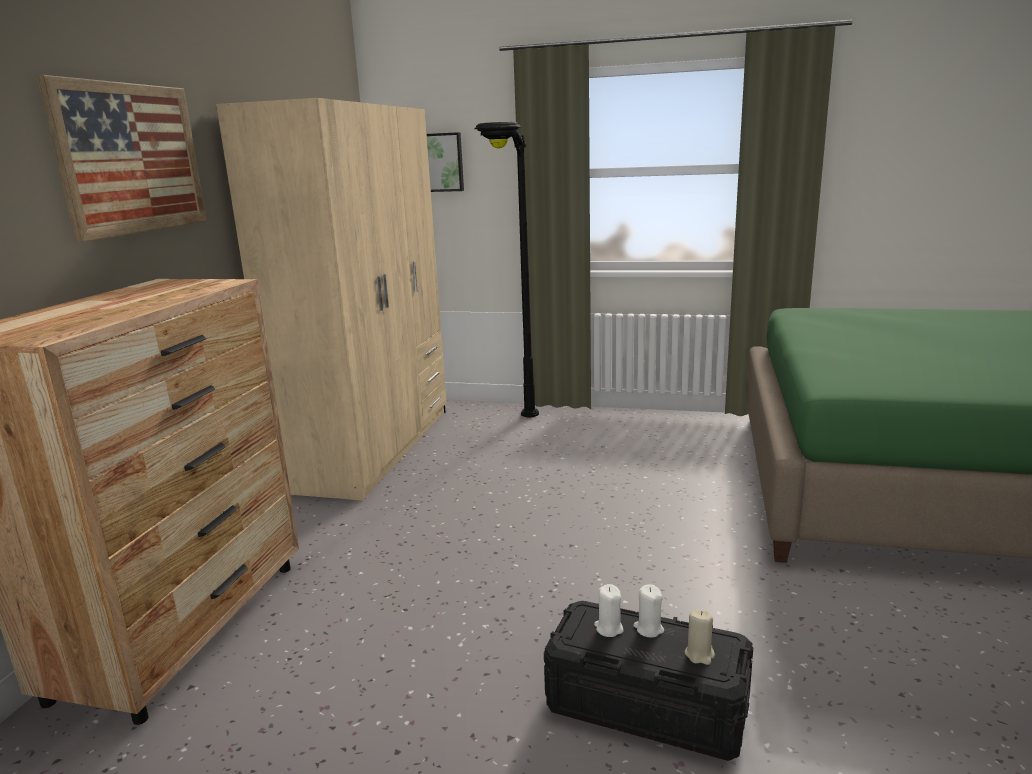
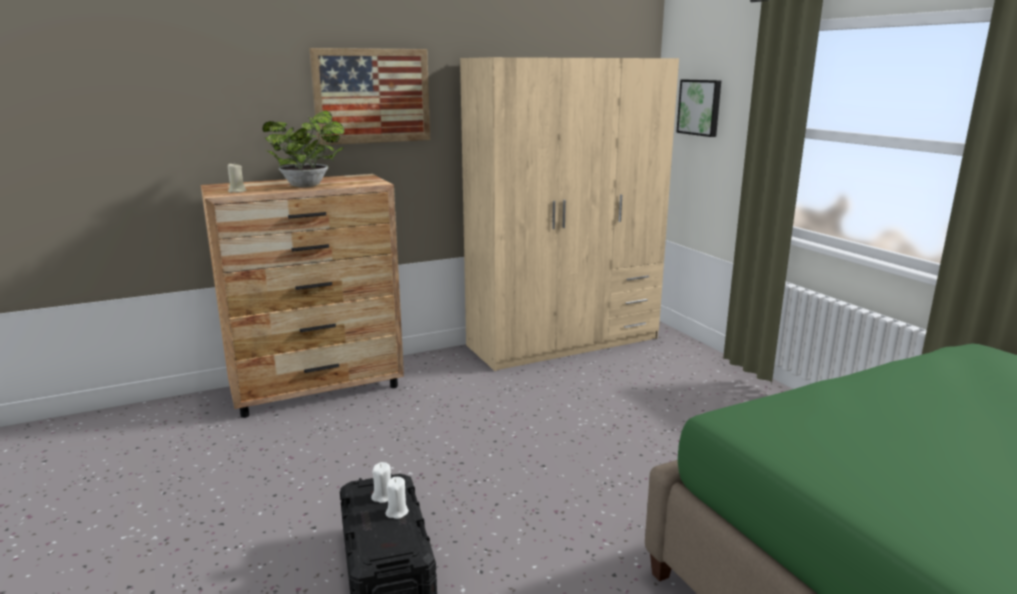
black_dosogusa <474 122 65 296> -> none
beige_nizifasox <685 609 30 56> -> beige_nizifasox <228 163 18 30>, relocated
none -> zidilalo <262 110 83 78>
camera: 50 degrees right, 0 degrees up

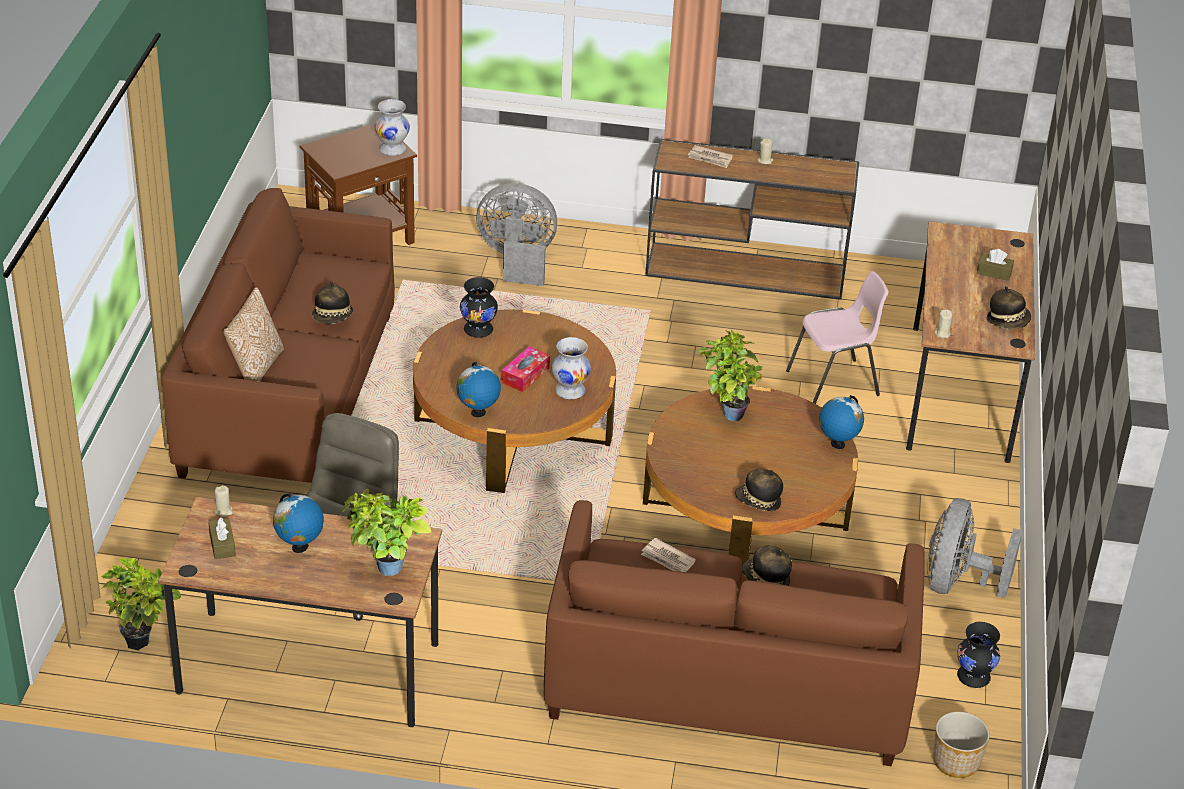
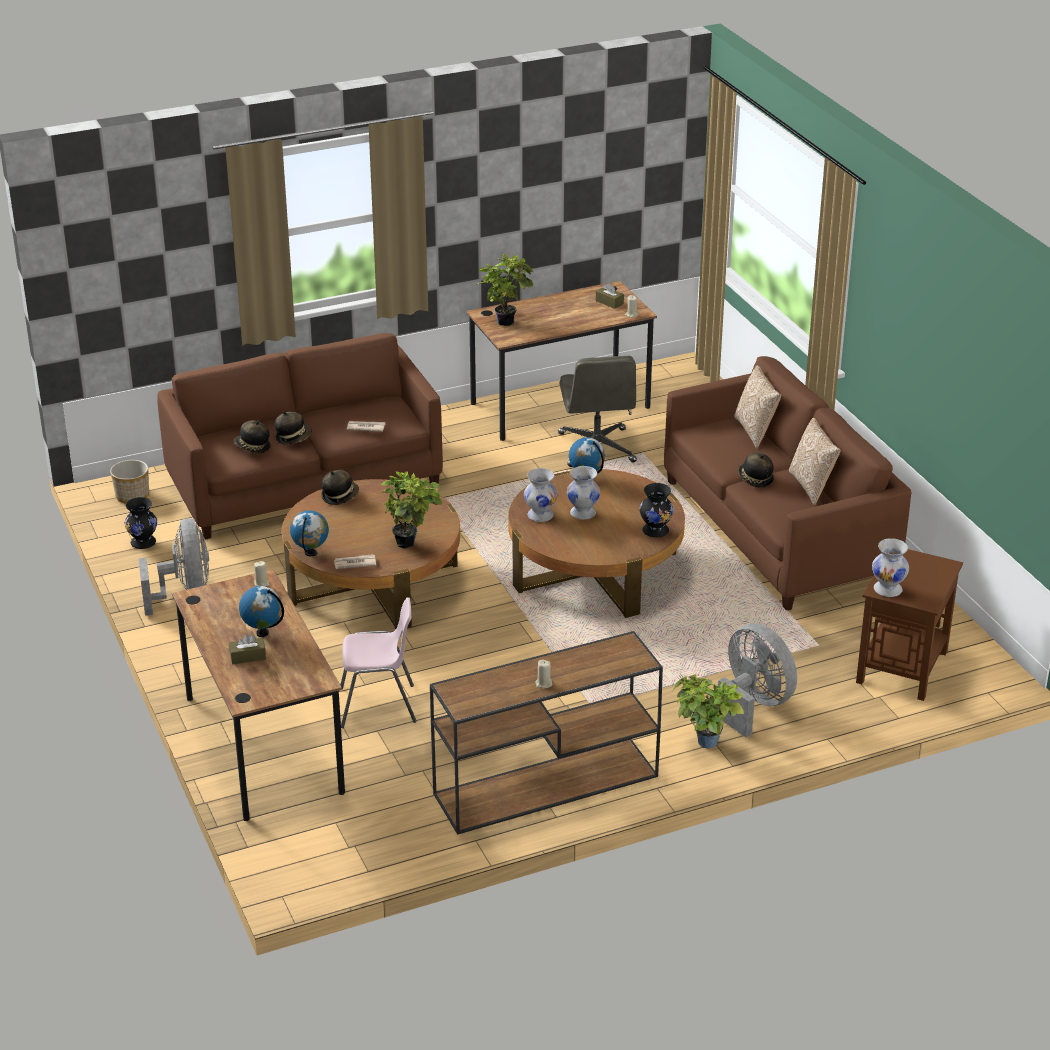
zidilalo <101 557 80 93> -> zidilalo <673 674 71 74>, relocated
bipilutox <273 493 51 60> -> bipilutox <239 586 45 51>, relocated
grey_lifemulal <476 183 81 103> -> grey_lifemulal <718 623 79 114>, 105 degrees counterclockwise
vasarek <502 346 48 46> -> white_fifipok <567 466 33 54>
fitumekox <688 145 45 23> -> fitumekox <334 554 42 15>, relocated
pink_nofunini <786 271 103 133> -> pink_nofunini <340 597 77 131>, 135 degrees counterclockwise
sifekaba <987 286 44 43> -> sifekaba <234 420 37 33>, relocated
none -> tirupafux <789 418 52 87>
camera: 150 degrees right, 5 degrees down

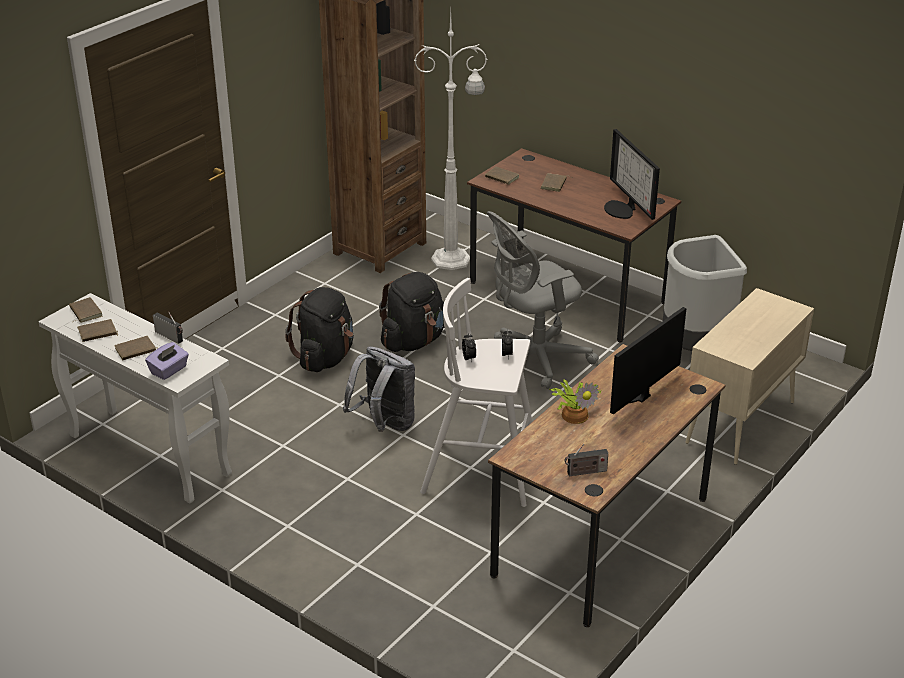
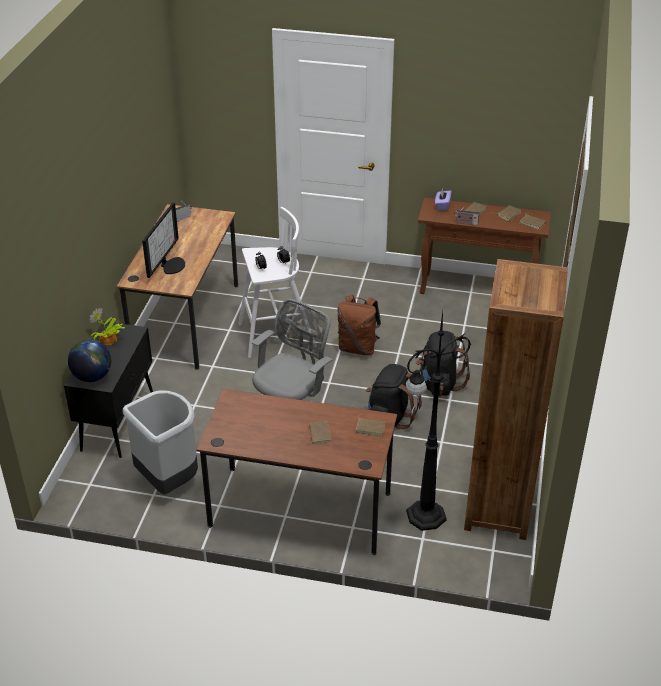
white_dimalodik <38 293 194 210> -> brown_dimalodik <418 198 133 96>
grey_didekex <343 346 72 86> -> brown_didekex <337 295 44 60>
white_dosogusa <414 9 73 261> -> black_dosogusa <406 312 65 219>
zidilalo <549 379 53 45> -> zidilalo <89 307 36 38>, relocated
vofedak <604 129 56 91> -> none
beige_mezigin <685 288 129 177> -> black_mezigin <64 321 89 137>
none -> bipilutox <68 339 43 43>
camera: 155 degrees right, 5 degrees up

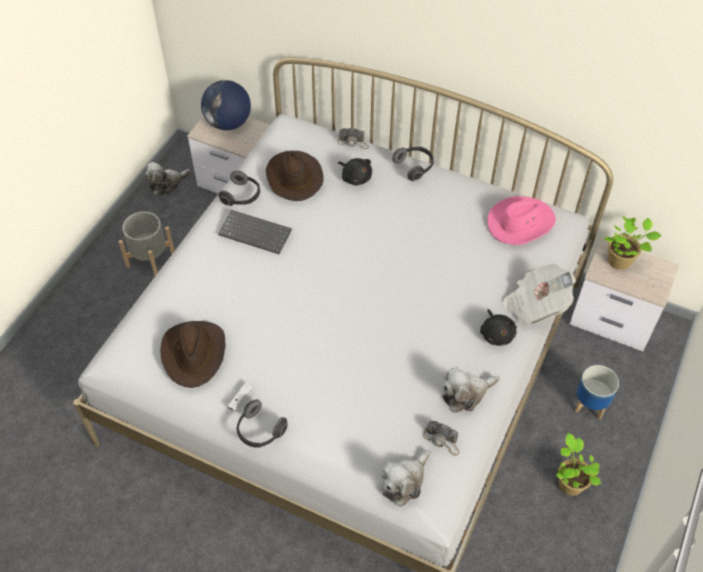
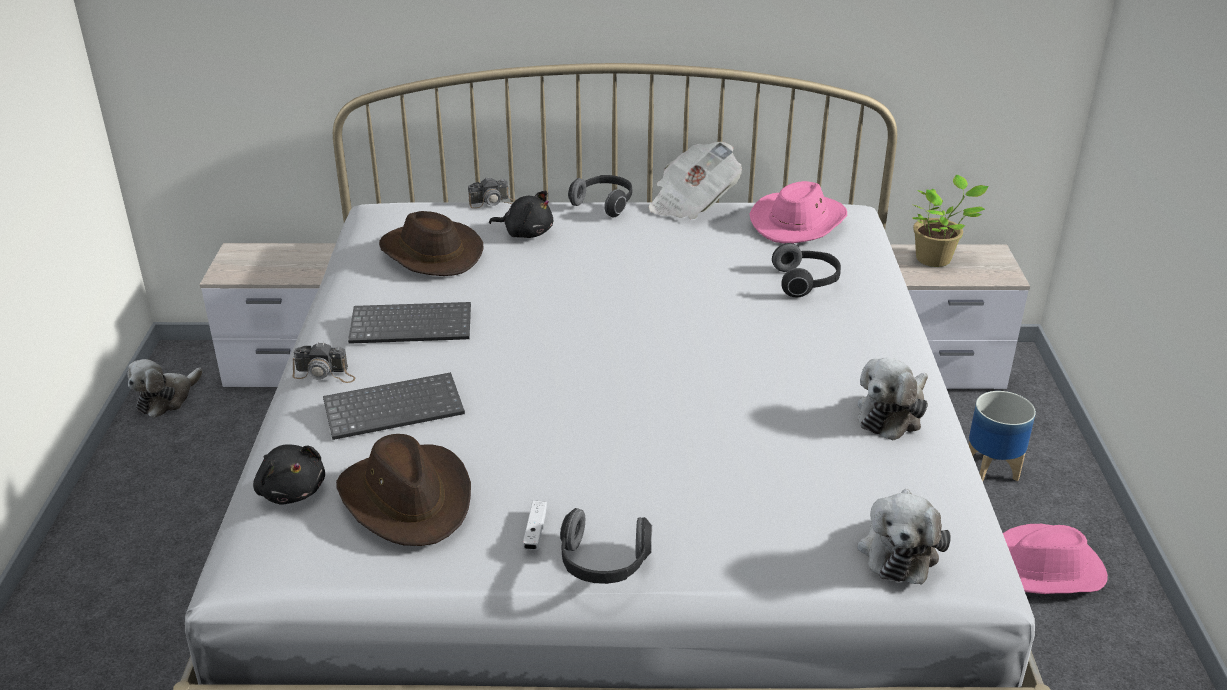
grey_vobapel <119 211 56 65> -> none
bipilutox <201 80 50 50> -> none
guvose <218 171 42 35> -> guvose <772 243 69 54>, relocated
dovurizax <423 420 36 36> -> dovurizax <293 342 62 41>, relocated
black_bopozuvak <480 309 37 37> -> black_bopozuvak <253 444 72 61>, relocated
fitumekox <503 263 73 63> -> fitumekox <648 142 94 77>, relocated
zidilalo <556 433 45 63> -> pink_sifekaba <1003 524 105 70>
none -> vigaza <323 372 142 68>
camera: 25 degrees left, 20 degrees down

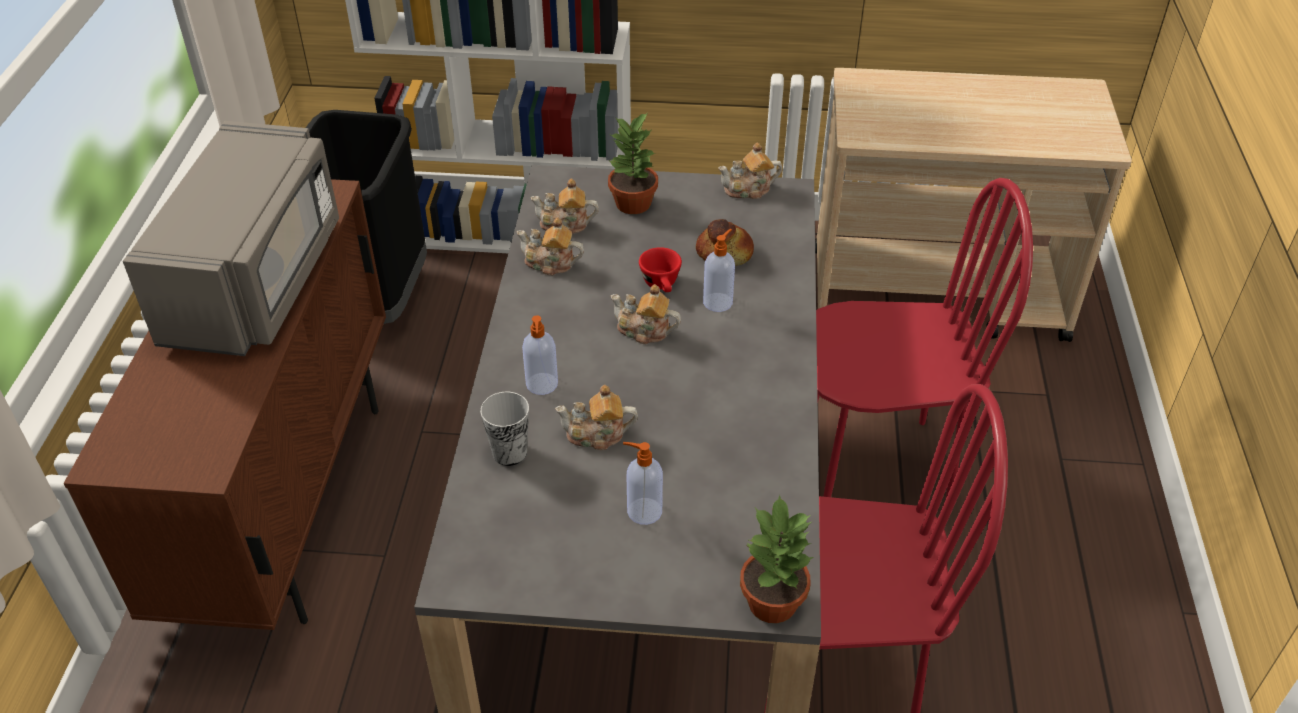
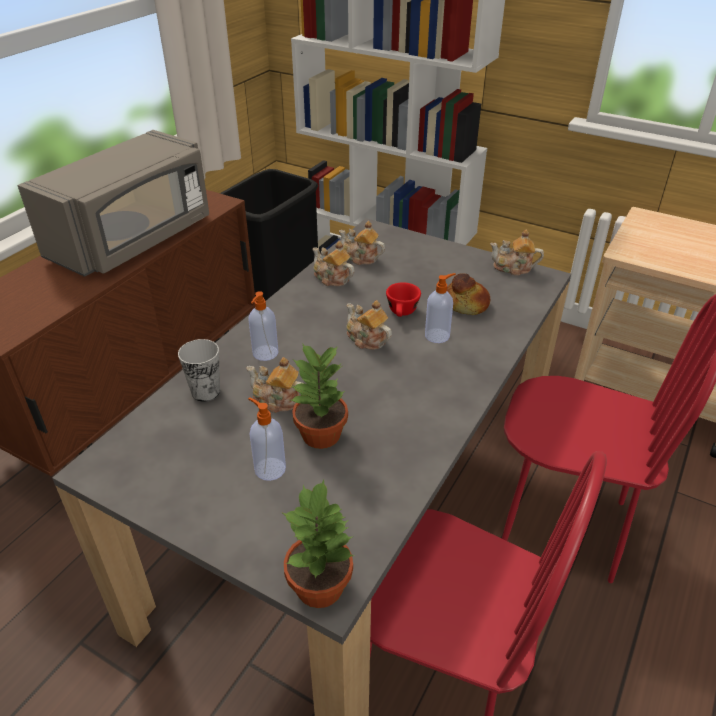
zidilalo <608 112 50 102> -> zidilalo <291 343 57 106>, relocated
camera: 25 degrees right, 5 degrees down

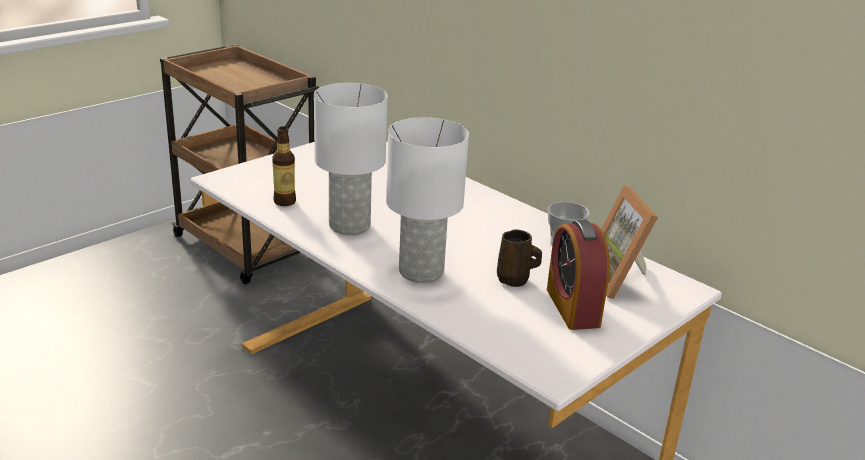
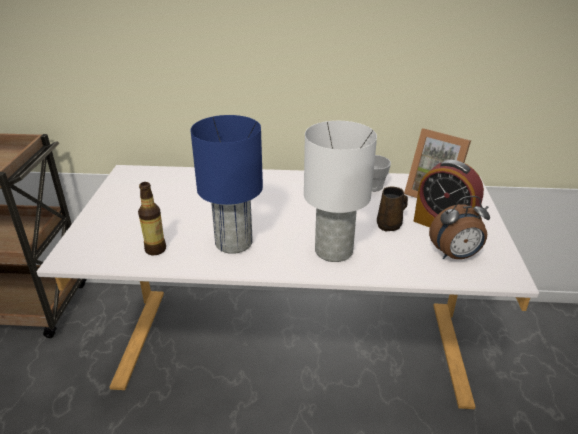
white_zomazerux <314 83 74 152> -> blue_zomazerux <190 115 73 139>
none -> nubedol <429 196 61 63>
camera: 40 degrees left, 5 degrees up

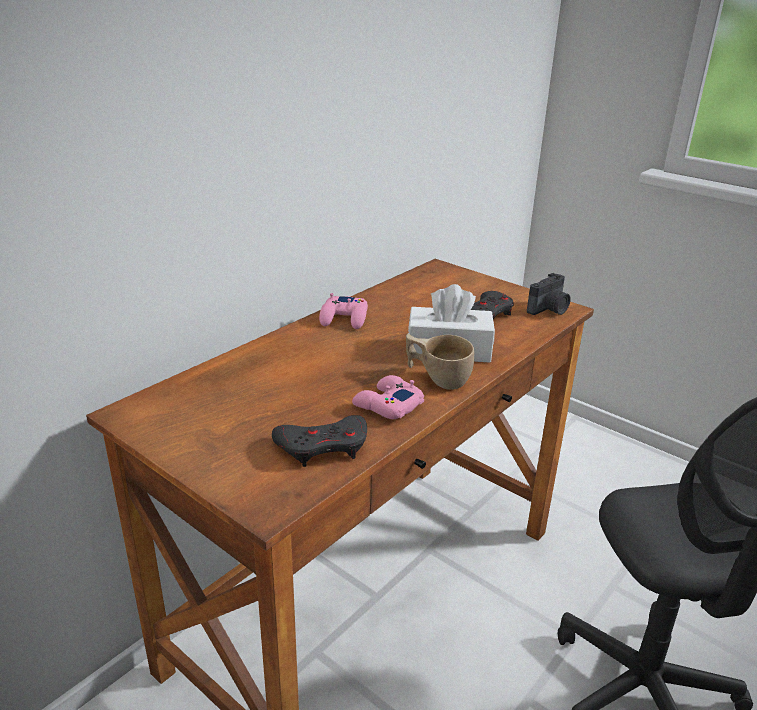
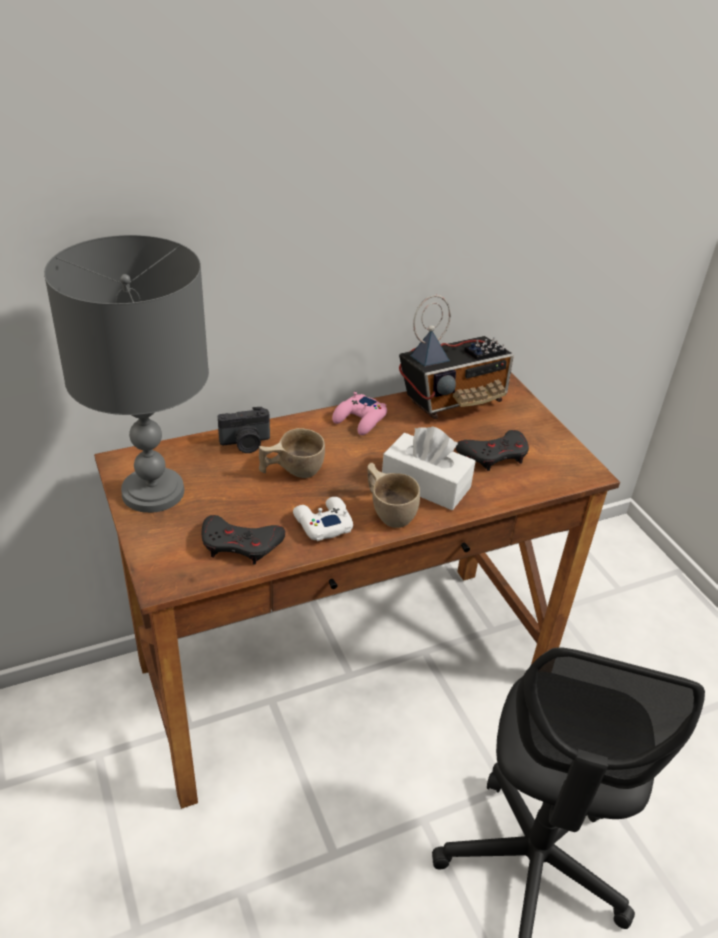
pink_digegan <352 375 72 44> -> white_digegan <293 497 60 44>
dovurizax <527 273 44 42> -> dovurizax <218 407 52 46>, relocated
none -> grey_zomazerux <44 235 165 278>
none -> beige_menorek <259 428 66 50>
none -> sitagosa <399 295 115 124>
camera: 25 degrees right, 10 degrees up

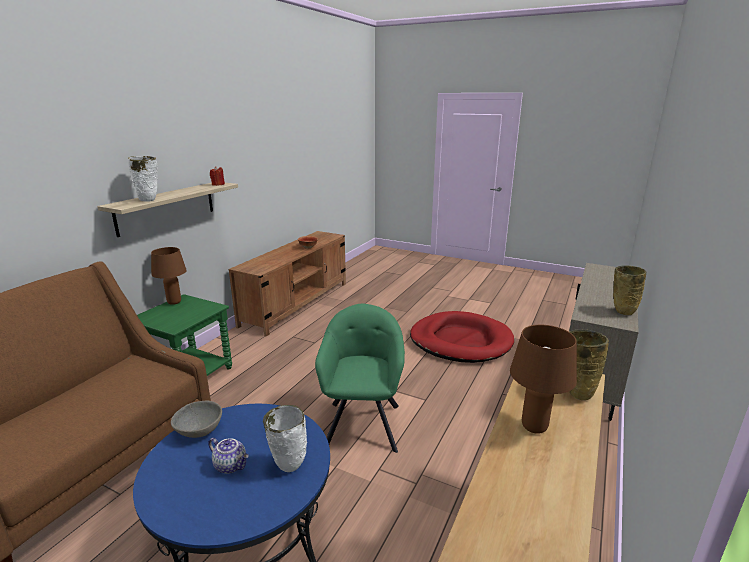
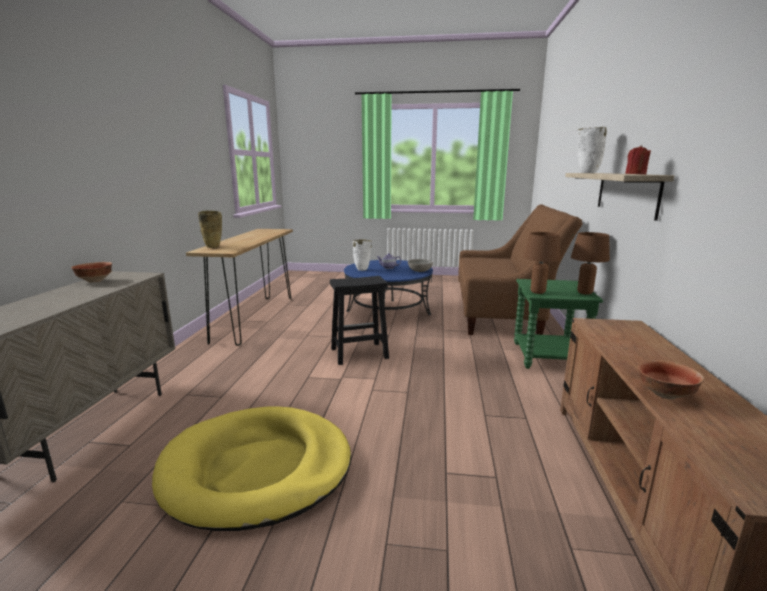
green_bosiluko <315 304 90 149> -> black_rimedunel <330 276 59 89>
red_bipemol <410 311 104 52> -> yellow_bipemol <152 406 199 125>
brown_zomazerux <510 325 67 109> -> brown_zomazerux <523 232 38 62>, relocated
beige_fifipok <613 266 33 49> -> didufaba <71 262 41 20>
camera: 160 degrees right, 5 degrees down

